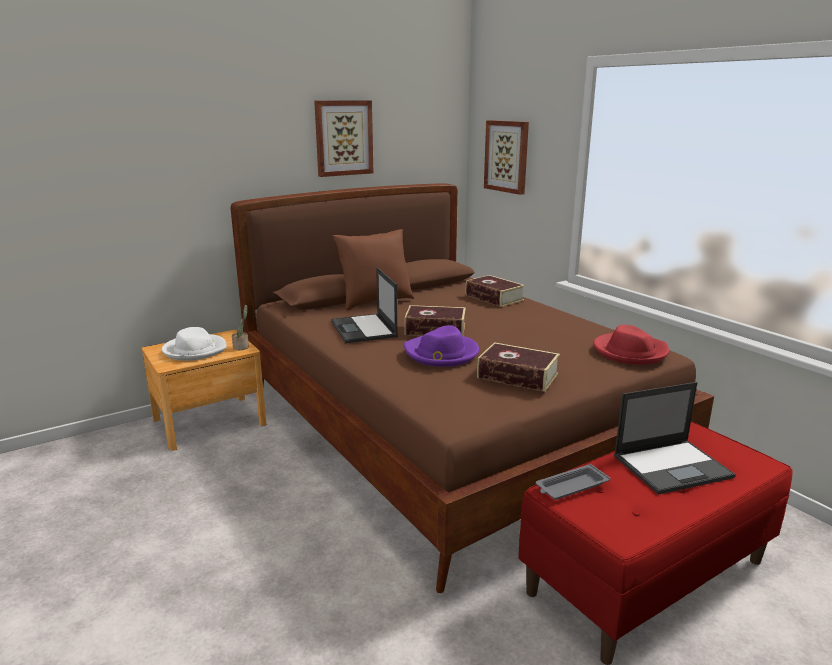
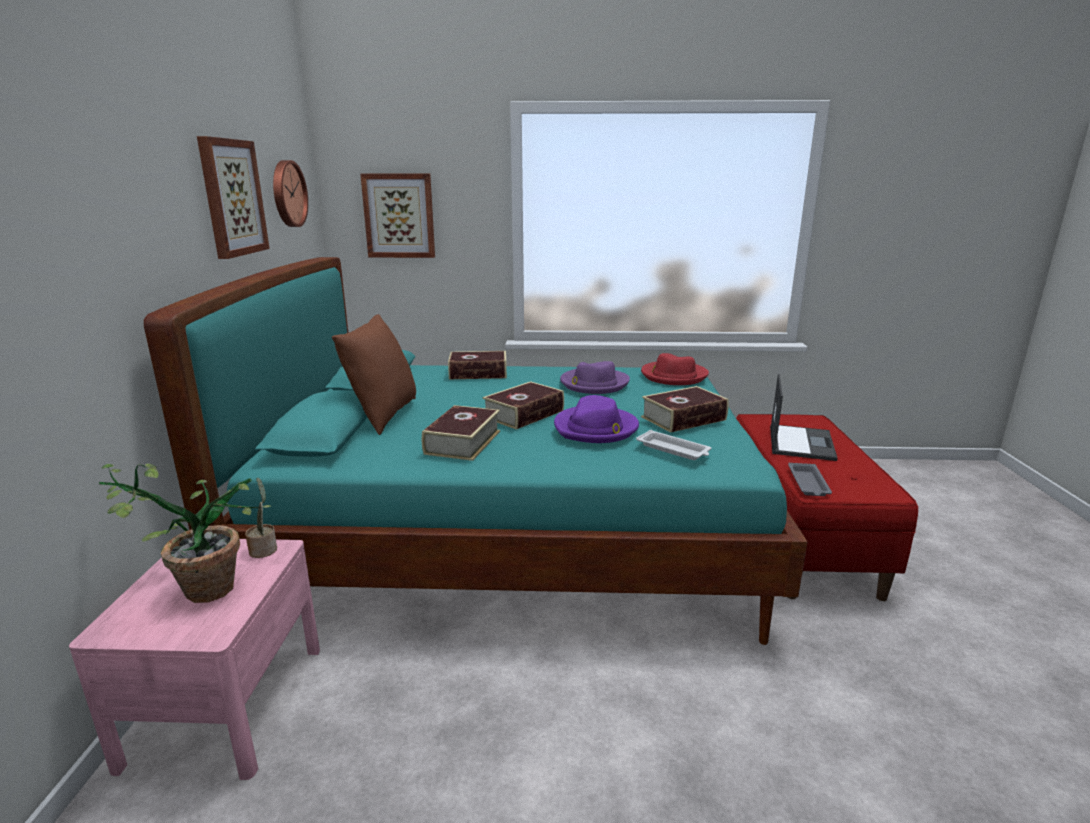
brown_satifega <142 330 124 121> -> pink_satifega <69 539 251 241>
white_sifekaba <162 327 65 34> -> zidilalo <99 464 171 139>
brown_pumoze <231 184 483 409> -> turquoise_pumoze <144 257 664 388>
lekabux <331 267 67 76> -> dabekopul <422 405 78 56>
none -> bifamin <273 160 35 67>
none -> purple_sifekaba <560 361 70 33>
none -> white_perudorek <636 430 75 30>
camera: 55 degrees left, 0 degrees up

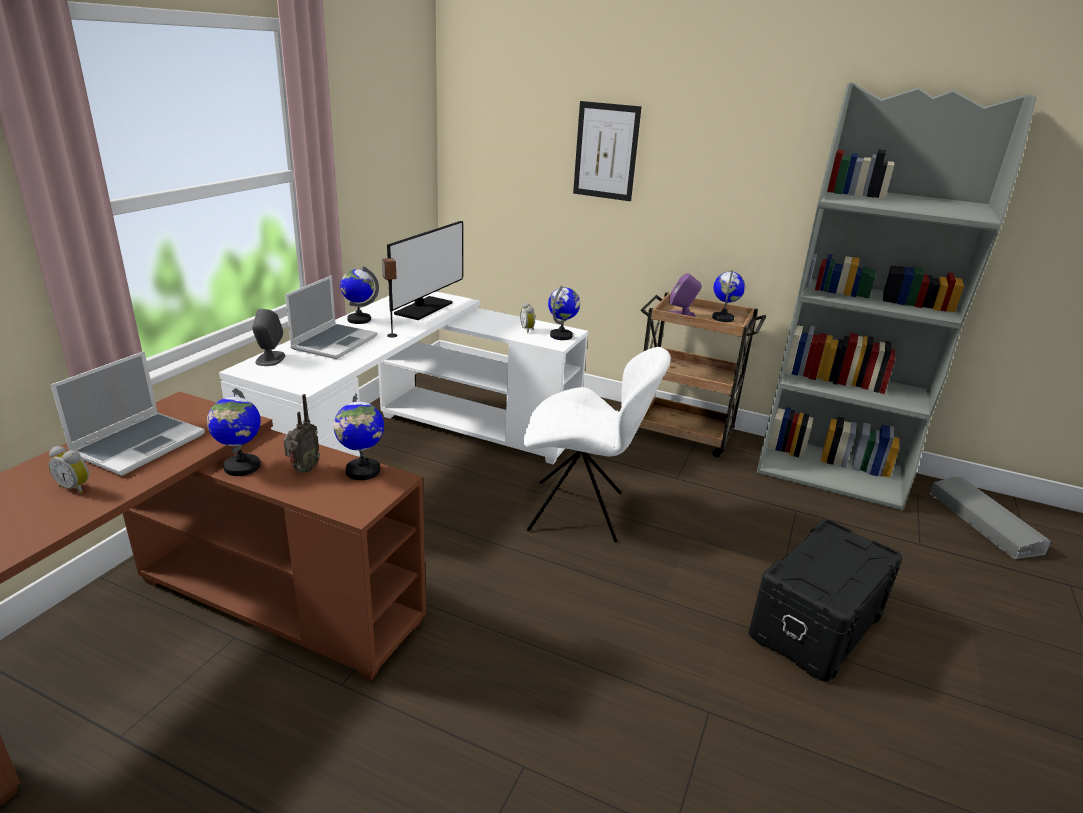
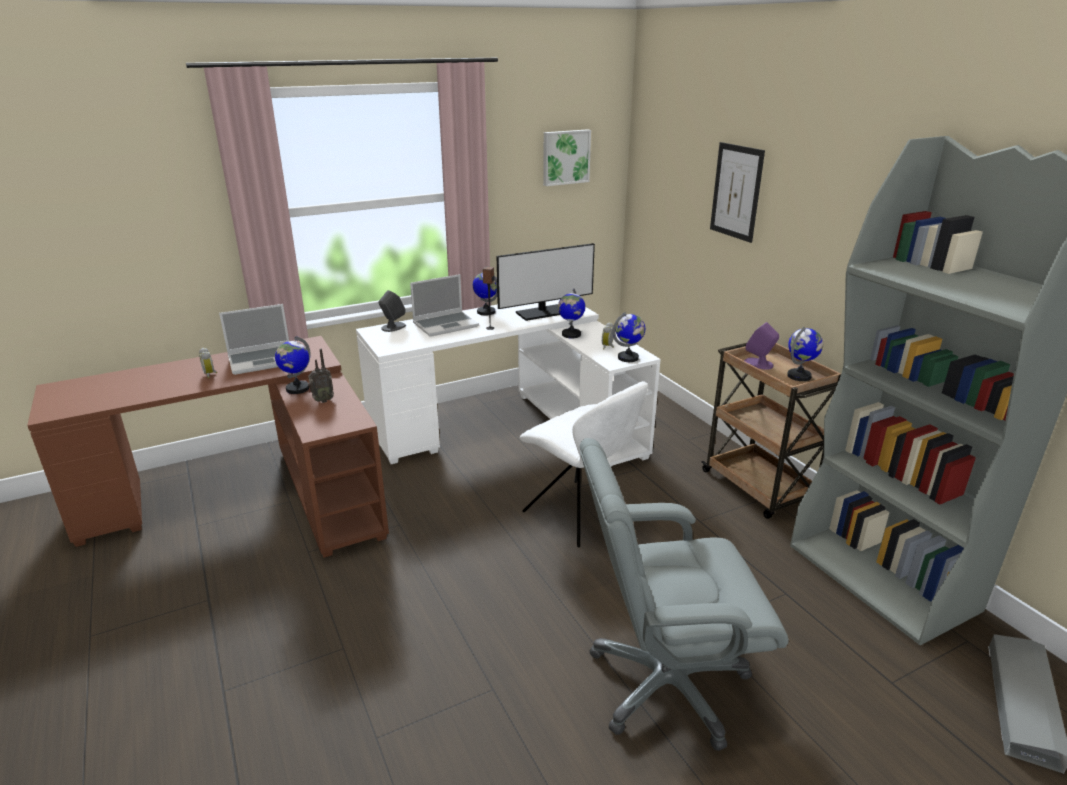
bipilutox <334 393 50 87> -> bipilutox <558 289 27 49>, relocated
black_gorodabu <749 519 153 162> -> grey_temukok <580 438 209 313>
none -> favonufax <543 129 48 57>
camera: 40 degrees right, 0 degrees up

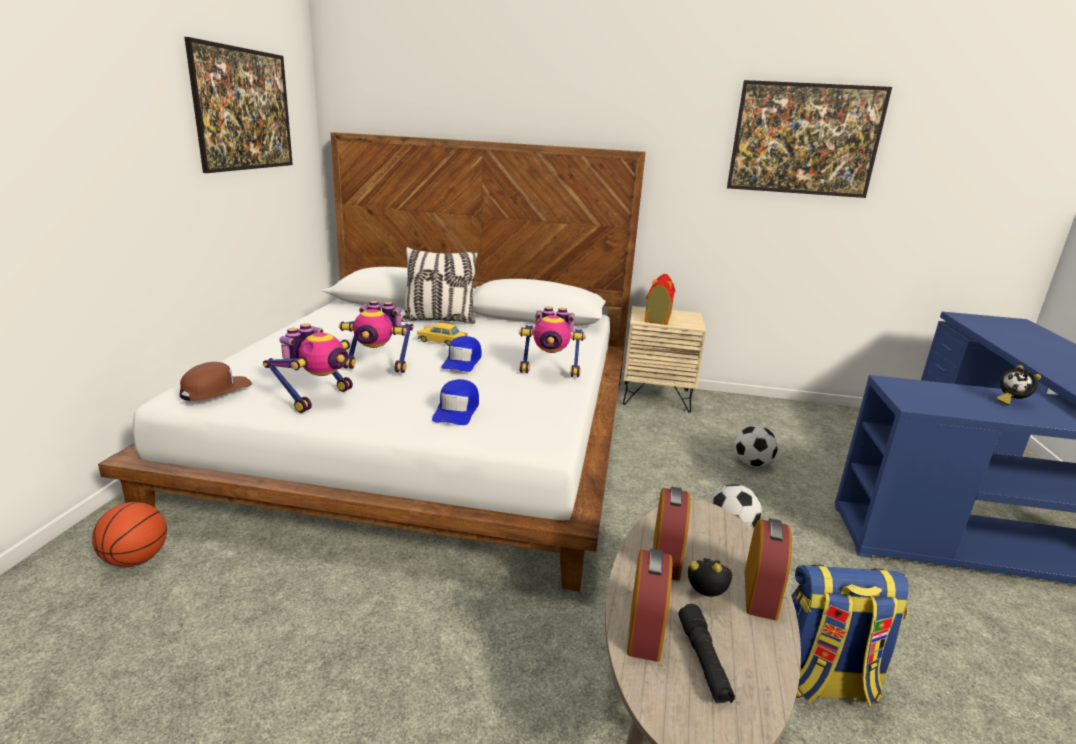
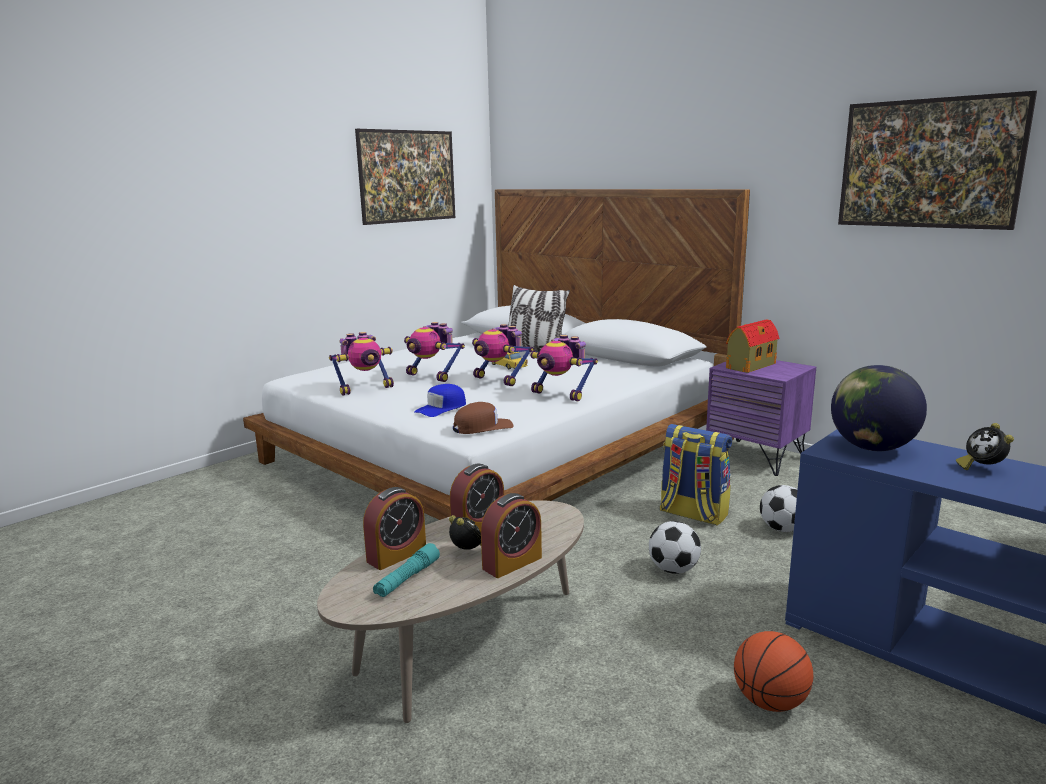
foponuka <92 502 75 65> -> foponuka <734 631 79 81>, relocated
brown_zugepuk <180 362 72 39> -> brown_zugepuk <453 402 61 32>, relocated
blue_zugepuk <441 336 41 36> -> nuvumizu <472 324 62 62>
beige_satifega <623 306 83 107> -> purple_satifega <706 360 110 116>
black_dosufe <678 604 57 100> -> turquoise_dosufe <373 543 67 54>
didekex <792 564 117 143> -> didekex <660 424 72 102>, relocated
none -> bipilutox <831 365 96 86>
camera: 35 degrees right, 5 degrees down

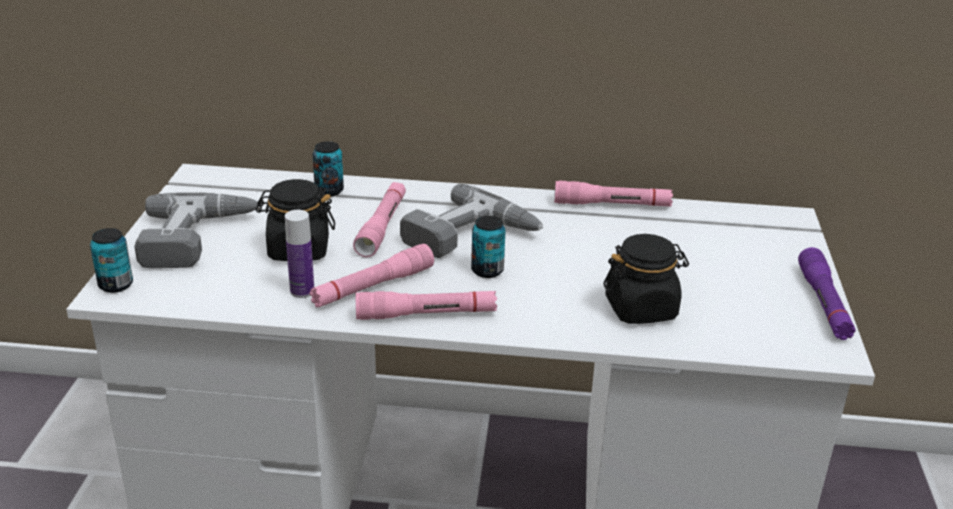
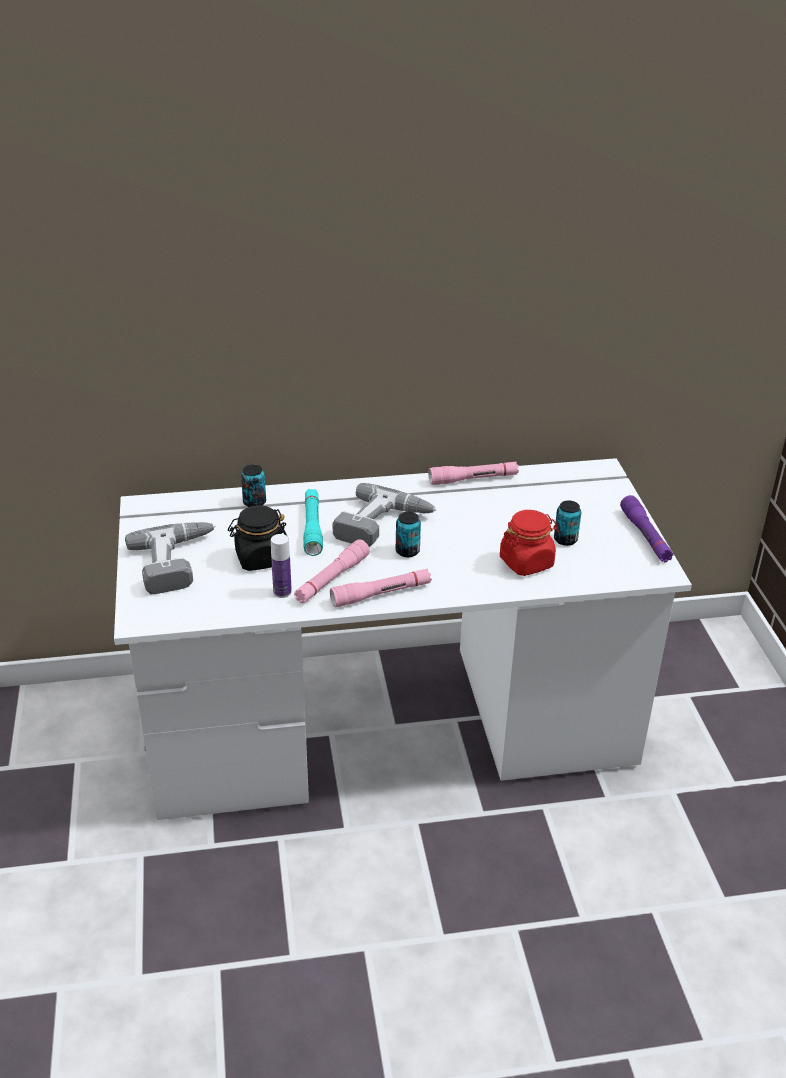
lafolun <90 228 43 65> -> lafolun <554 501 27 45>, relocated
pink_dosufe <353 182 53 75> -> turquoise_dosufe <303 489 20 67>
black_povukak <603 234 86 90> -> red_povukak <500 510 58 66>
camera: 15 degrees left, 5 degrees up

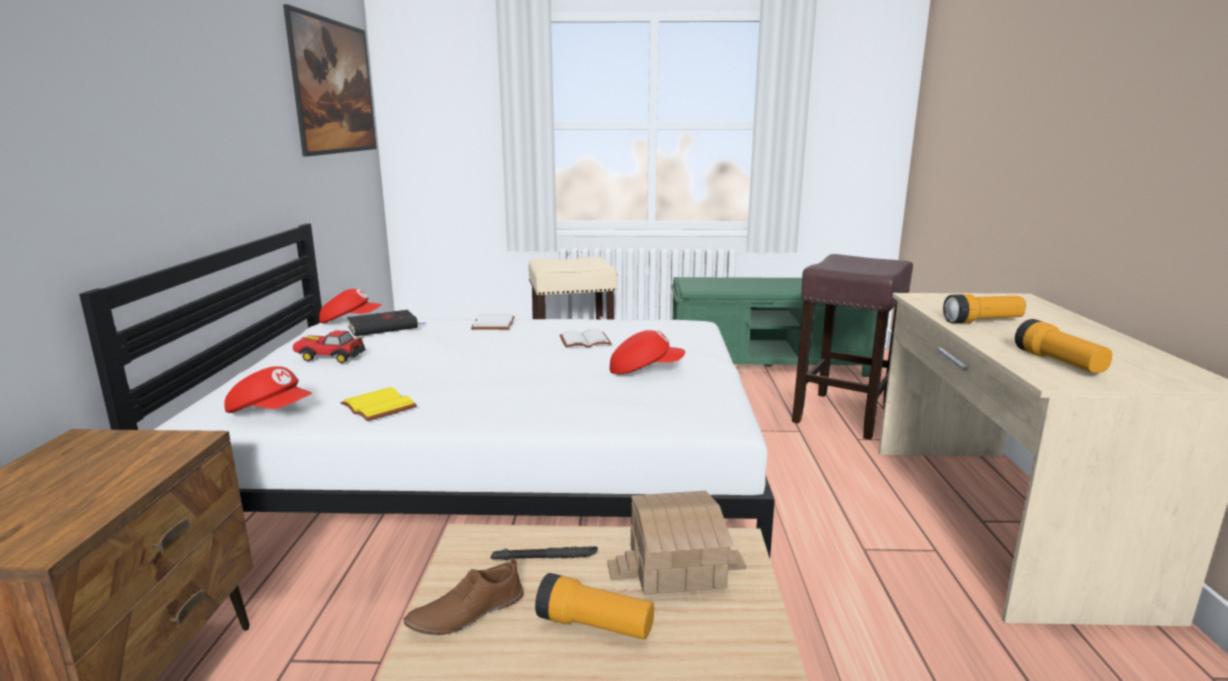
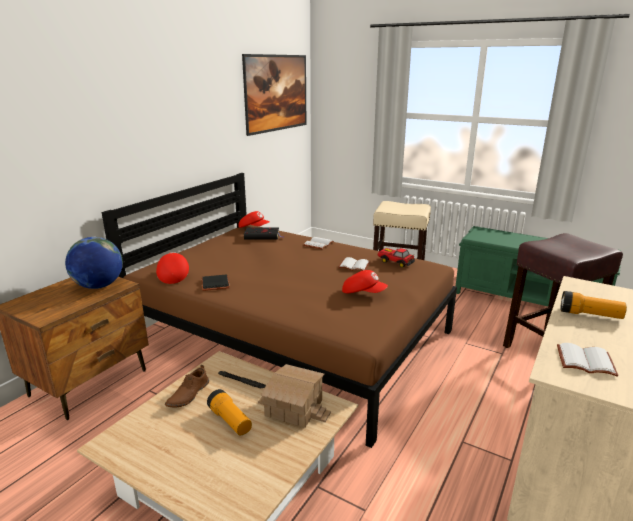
white_pumoze <79 224 696 334> -> brown_pumoze <102 173 355 275>
red_zugepuk <224 366 88 47> -> red_zugepuk <156 252 33 32>, 150 degrees counterclockwise
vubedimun <293 330 73 33> -> vubedimun <378 248 37 20>, relocated
yellow_dabekopul <341 387 76 34> -> black_dabekopul <202 274 28 17>
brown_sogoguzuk <404 557 120 78> -> brown_sogoguzuk <165 365 44 42>, 60 degrees counterclockwise
dosufe <1015 319 97 54> -> white_dabekopul <557 343 62 34>
none -> bipilutox <65 237 58 52>
camera: 30 degrees right, 5 degrees up

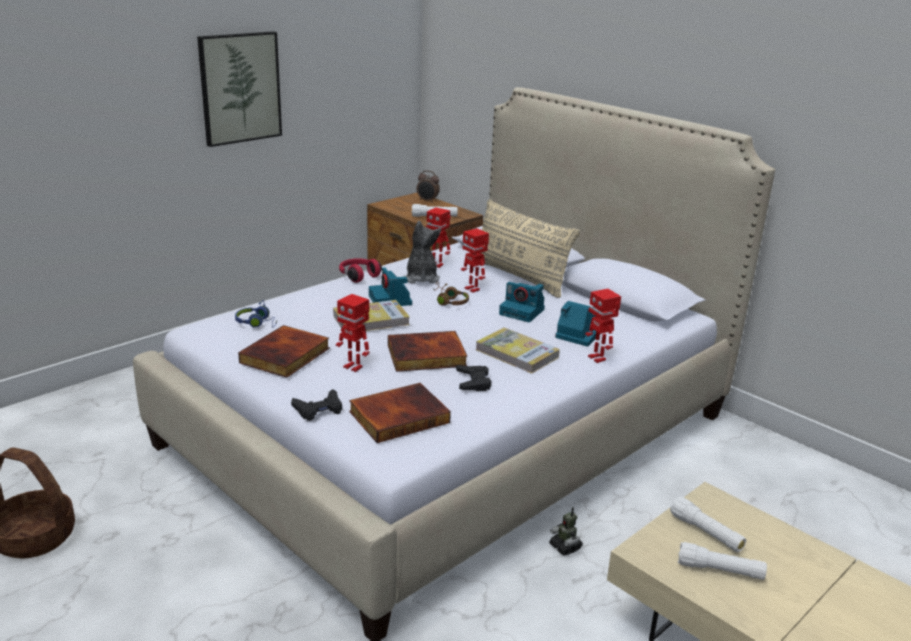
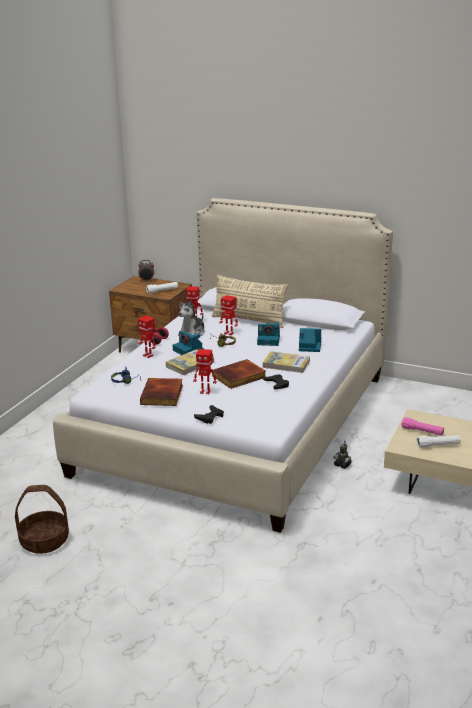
favonufax <197 31 85 116> -> none
dabekopul <349 383 102 60> -> none
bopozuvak <403 221 38 62> -> bopozuvak <178 300 27 36>, 120 degrees counterclockwise
nuvumizu <585 289 36 74> -> nuvumizu <137 315 19 43>, relocated
white_dosufe <670 496 76 56> -> pink_dosufe <401 417 43 19>
camera: 20 degrees left, 0 degrees up

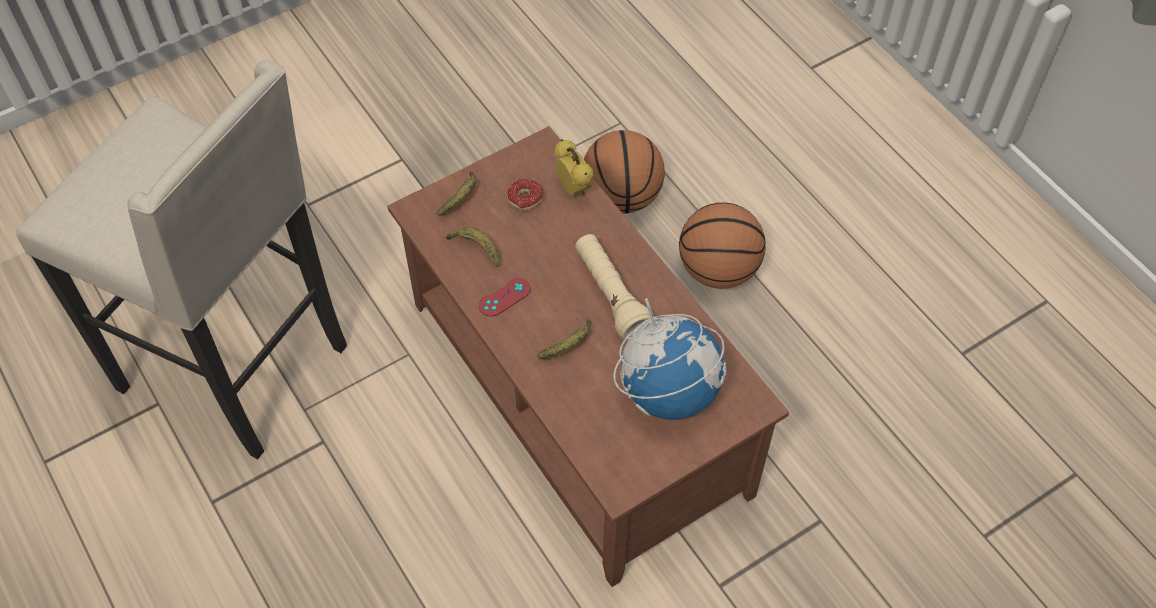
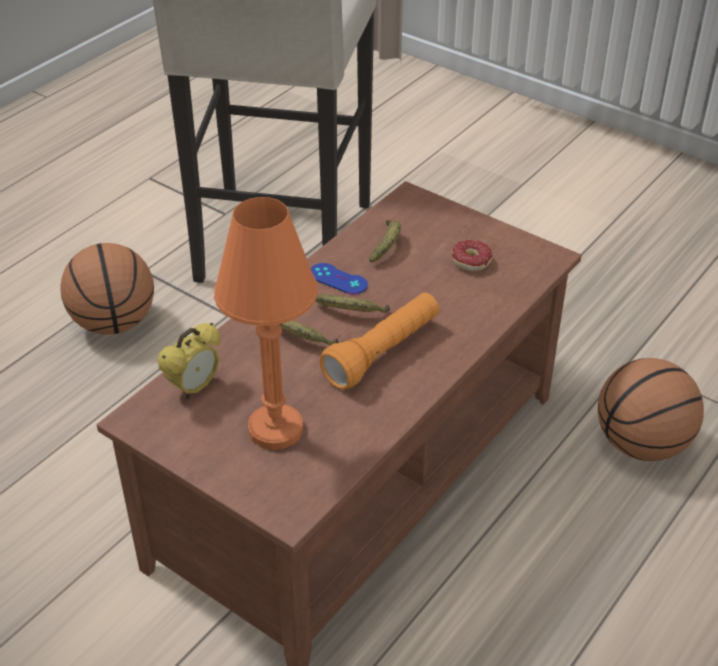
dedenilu <437 171 39 45> -> dedenilu <316 294 74 19>, relocated
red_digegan <479 278 52 39> -> blue_digegan <311 263 57 31>
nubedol <554 139 40 57> -> nubedol <157 323 64 76>, relocated
beige_dosufe <575 234 76 106> -> orange_dosufe <319 293 120 97>
bipilutox <613 298 113 122> -> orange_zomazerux <214 197 104 253>
foponuka <679 202 87 87> -> foponuka <61 243 93 92>, relocated
camera: 70 degrees right, 15 degrees down

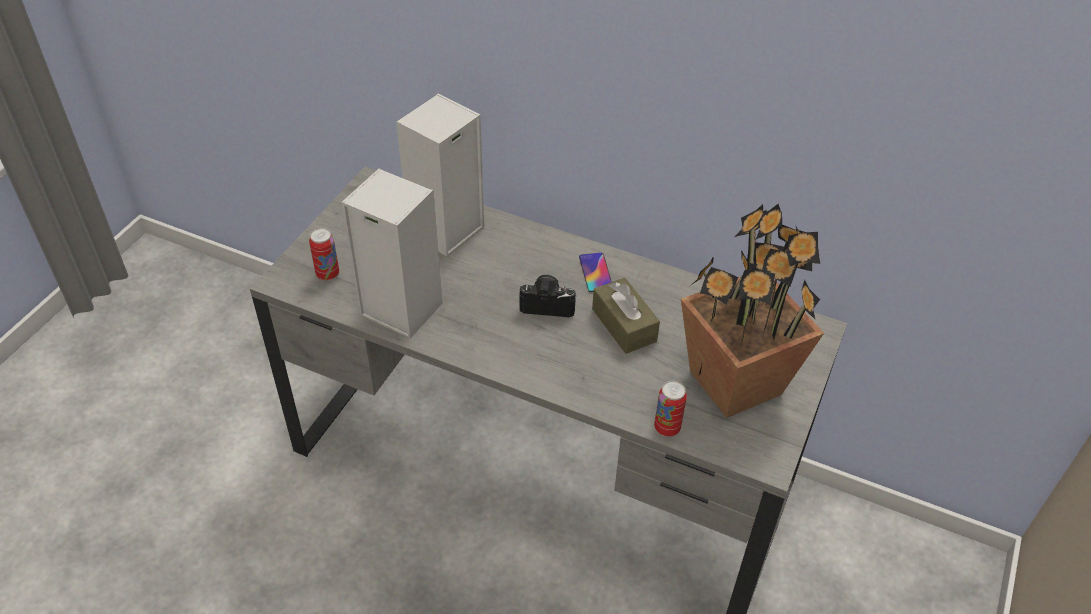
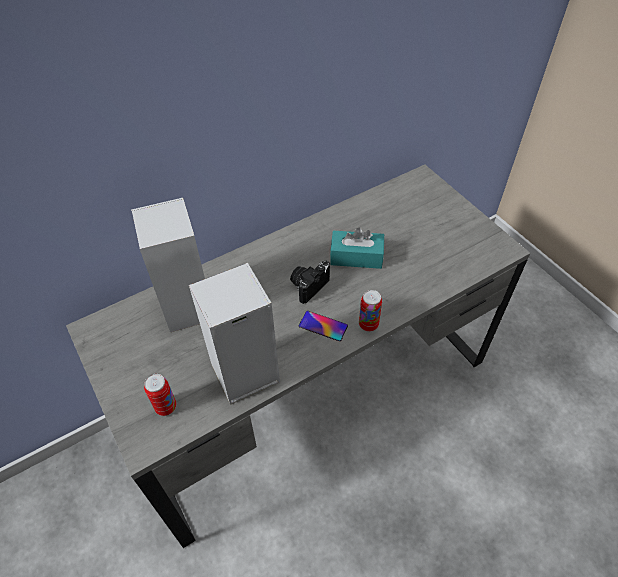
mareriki <579 253 33 39> -> mareriki <299 311 49 30>, relocated
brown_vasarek <592 278 68 76> -> turquoise_vasarek <330 228 54 41>
lafolun <654 381 33 56> -> lafolun <359 290 23 42>, relocated
zidilalo <681 204 143 214> -> none
camera: 55 degrees left, 5 degrees up

